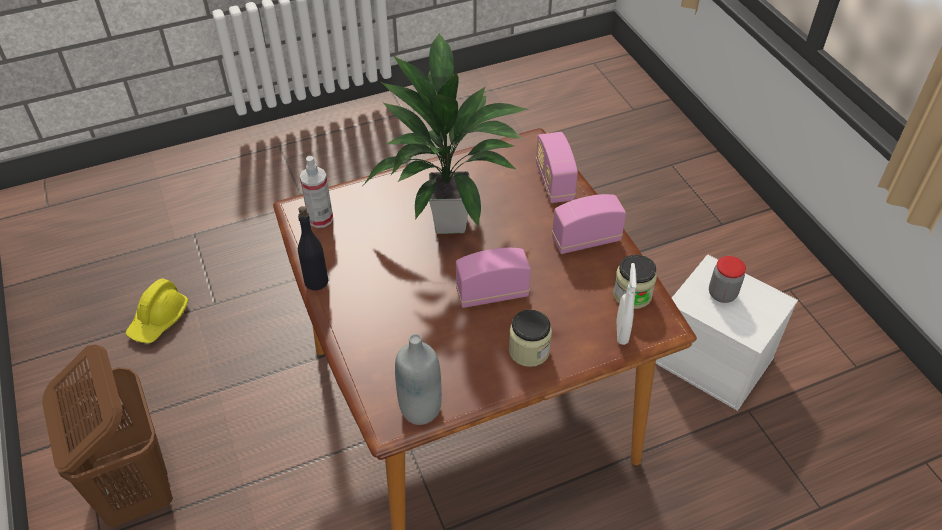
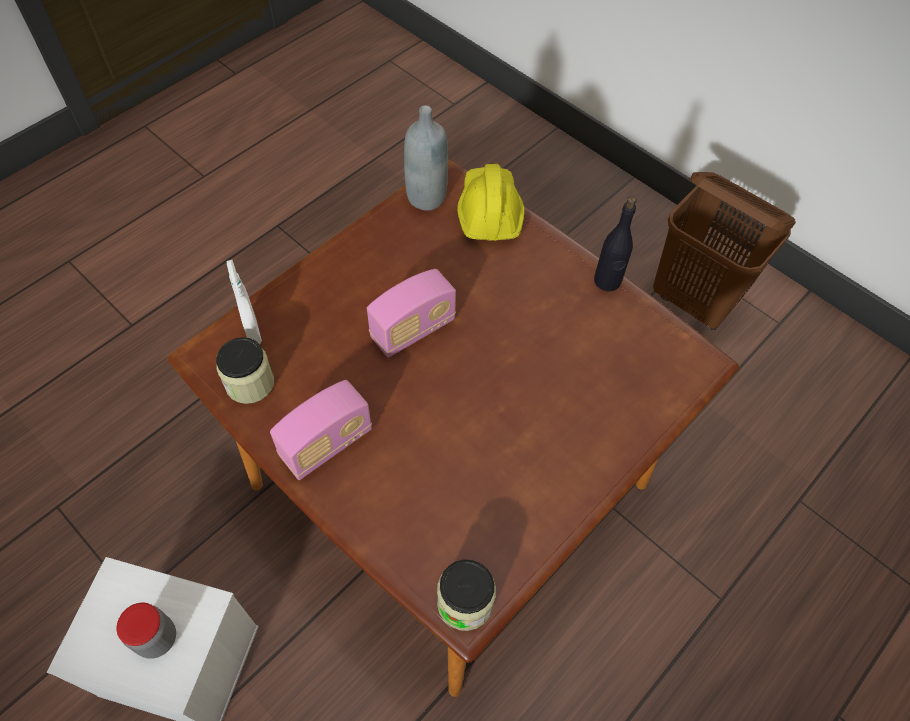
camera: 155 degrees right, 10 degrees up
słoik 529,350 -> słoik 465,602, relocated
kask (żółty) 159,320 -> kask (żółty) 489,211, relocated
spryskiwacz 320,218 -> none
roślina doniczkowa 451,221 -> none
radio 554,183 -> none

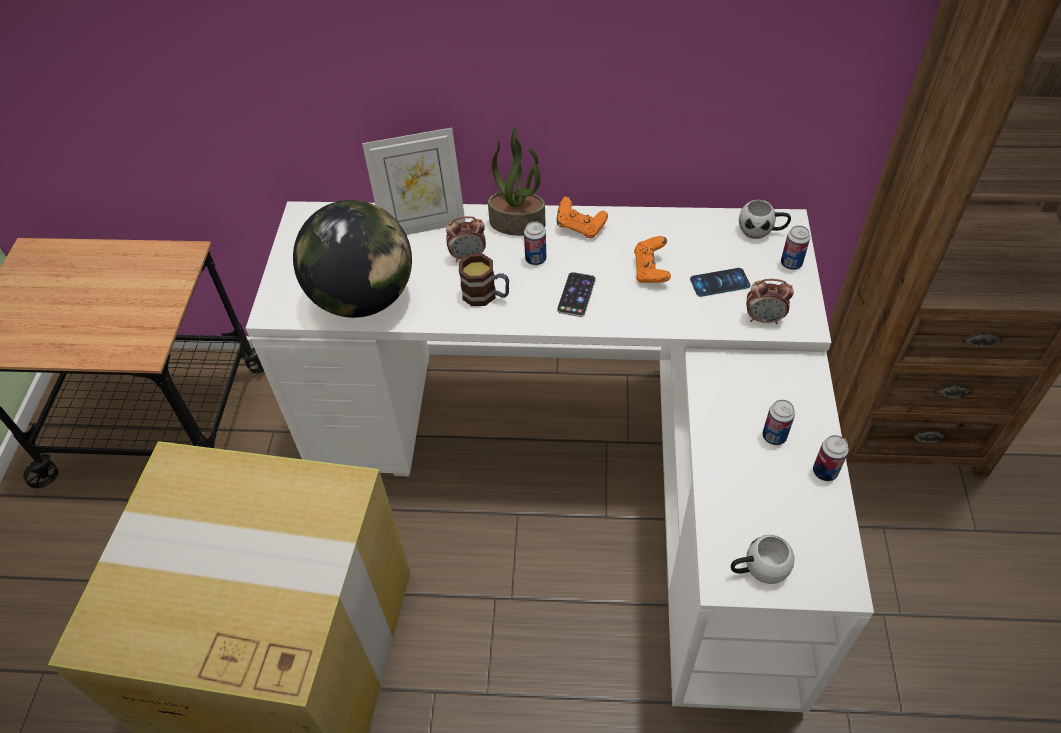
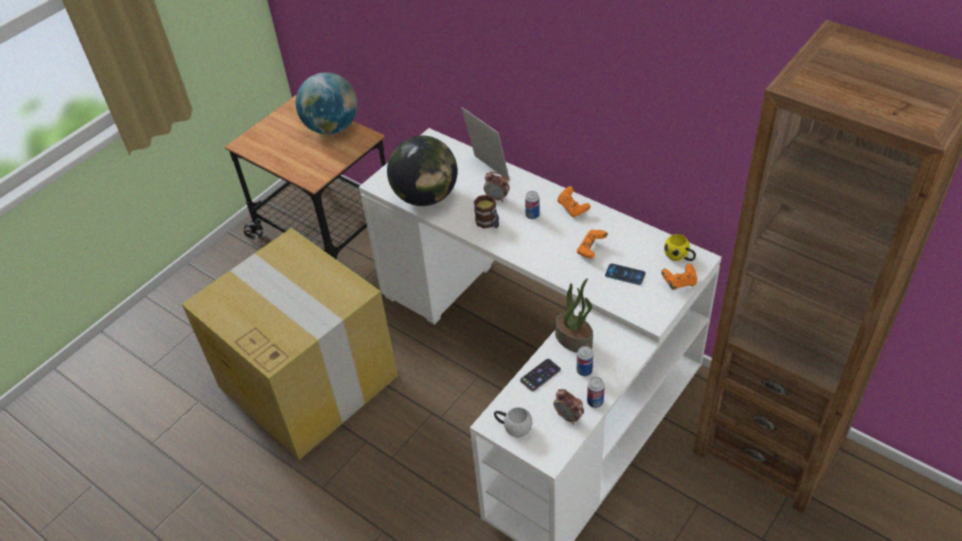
camera: 35 degrees right, 5 degrees down
none -> globus 332,128
ramka na zdjęcie 423,225 -> ramka na zdjęcie 487,170, 150 degrees counterclockwise
telefon 576,294 -> telefon 540,375, relocated
budzik 764,318 -> budzik 568,417, relocated
roślina doniczkowa 518,222 -> roślina doniczkowa 574,339, relocated
puszka 791,263 -> pad do gier (pomarańczowy) 679,283
kubek (biały) 761,231 -> kubek (żółty) 679,257

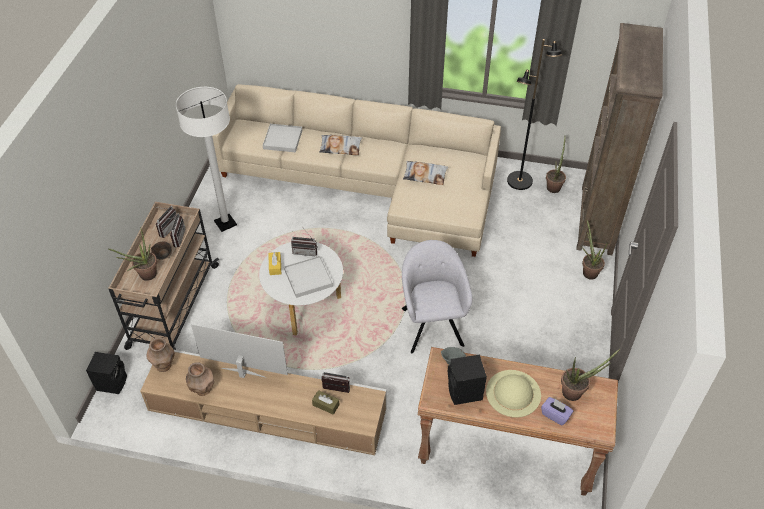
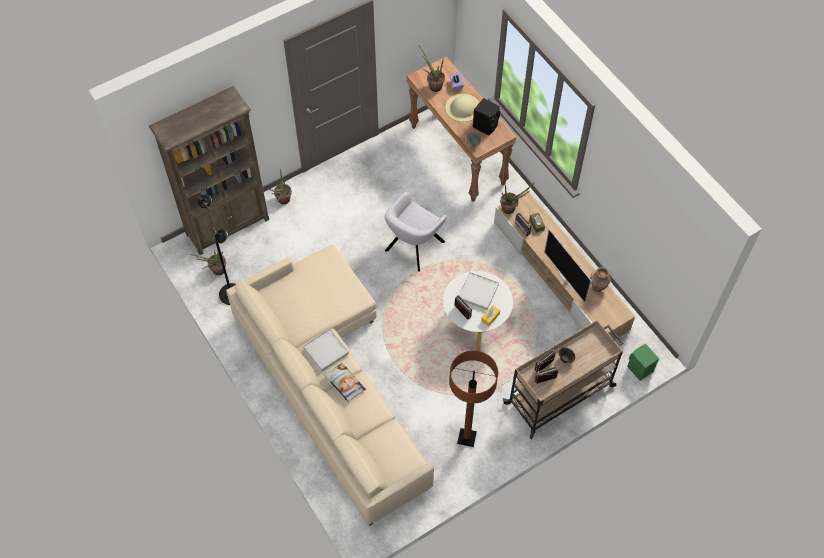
camera: 135 degrees left, 10 degrees up
taca (biały) 282,139 -> taca (biały) 326,351, relocated
lampa stojąca (biały) 225,223 -> lampa stojąca (brązowy) 466,438
roślina doniczkowa 144,276 -> roślina doniczkowa 511,209, relocated
głośnik (czarny) 112,382 -> głośnik (zielony) 639,369
wazon (brązowy) 164,366 -> none
poduszka 425,175 -> none

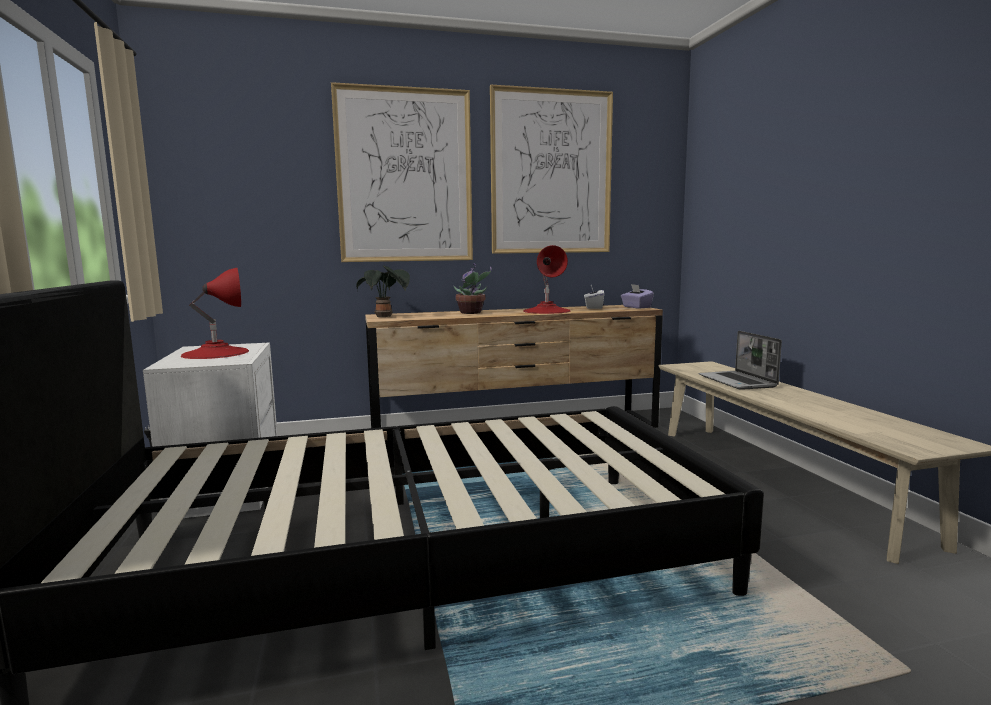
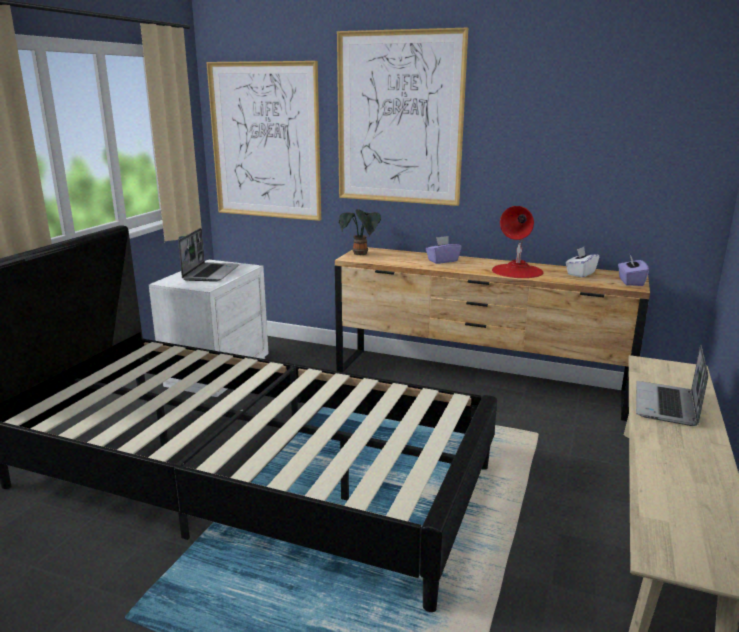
camera: 35 degrees right, 10 degrees up
lampa stołowa (czerwony) 215,353 -> laptop 211,273
obraz 551,173 -> obraz 265,141, relocated
roślina doniczkowa 471,313 -> pudełko chusteczek (fioletowy) 442,261

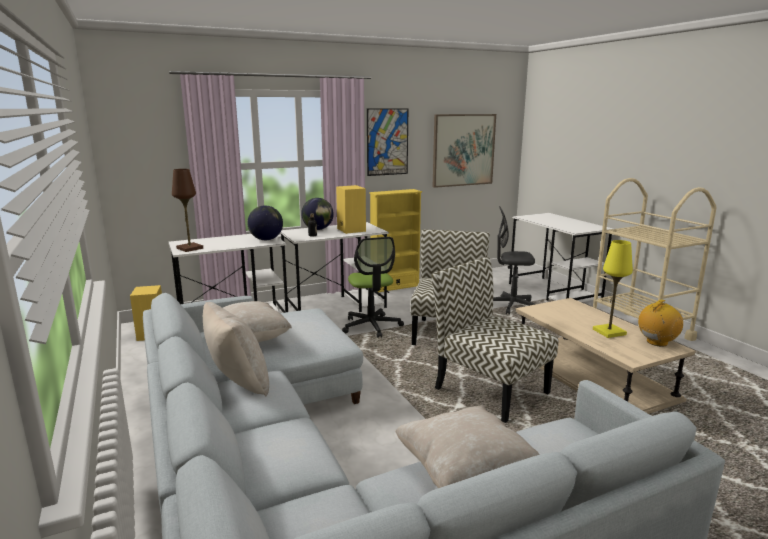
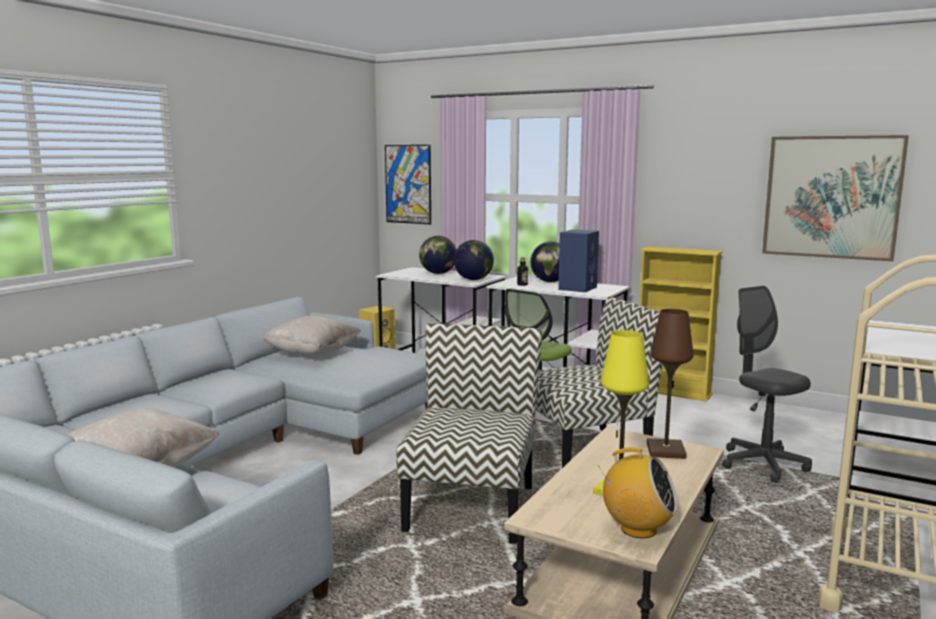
camera: 55 degrees right, 5 degrees down
obraz 387,142 -> obraz 408,184, relocated
none -> globus 438,273
głośnik (żółty) 350,230 -> głośnik (niebieski) 577,288
lampa stołowa (brązowy) 189,248 -> lampa stołowa (brązowy) 665,451, relocated
poduszka (beżowy) 238,382 -> none

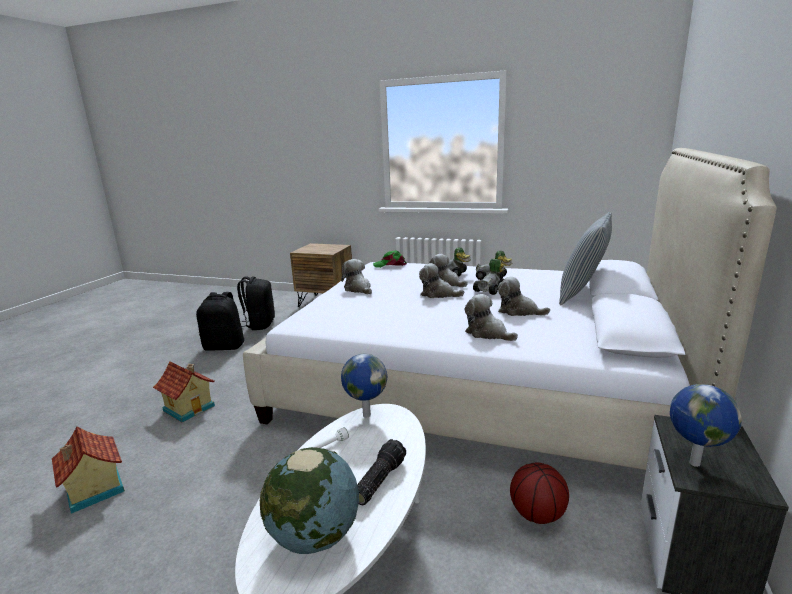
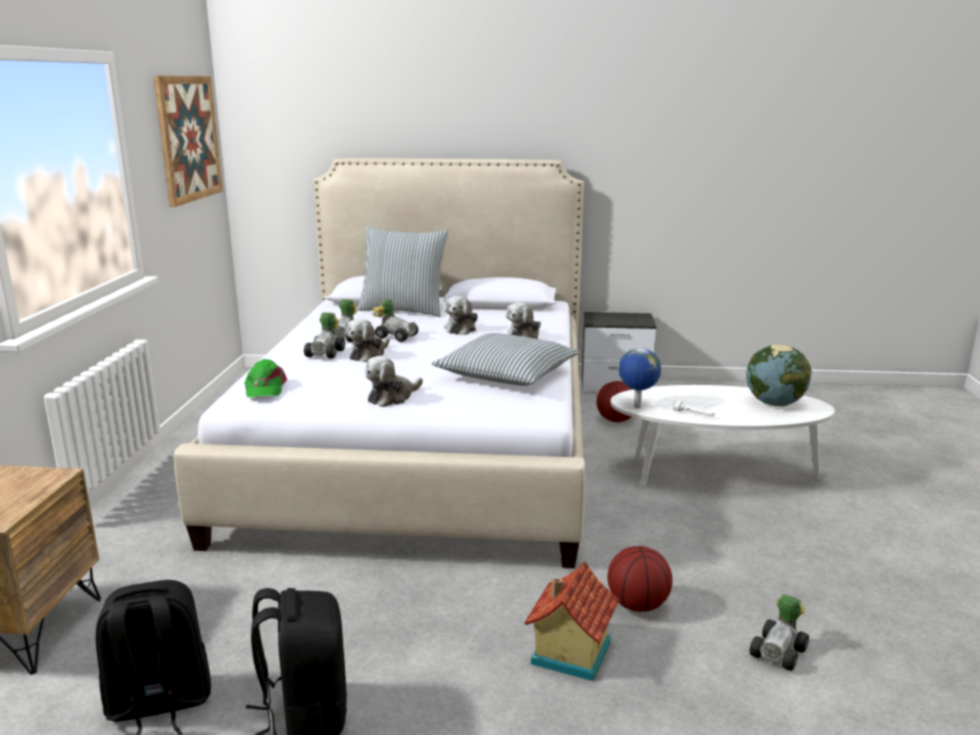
camera: 105 degrees left, 0 degrees up
none -> obraz 188,138
none -> poduszka 507,374
none -> piłka do koszykówki 637,605
domek 93,490 -> samochodzik 781,651
latarka 378,480 -> none
pluszak 438,294 -> none
globus 693,463 -> none

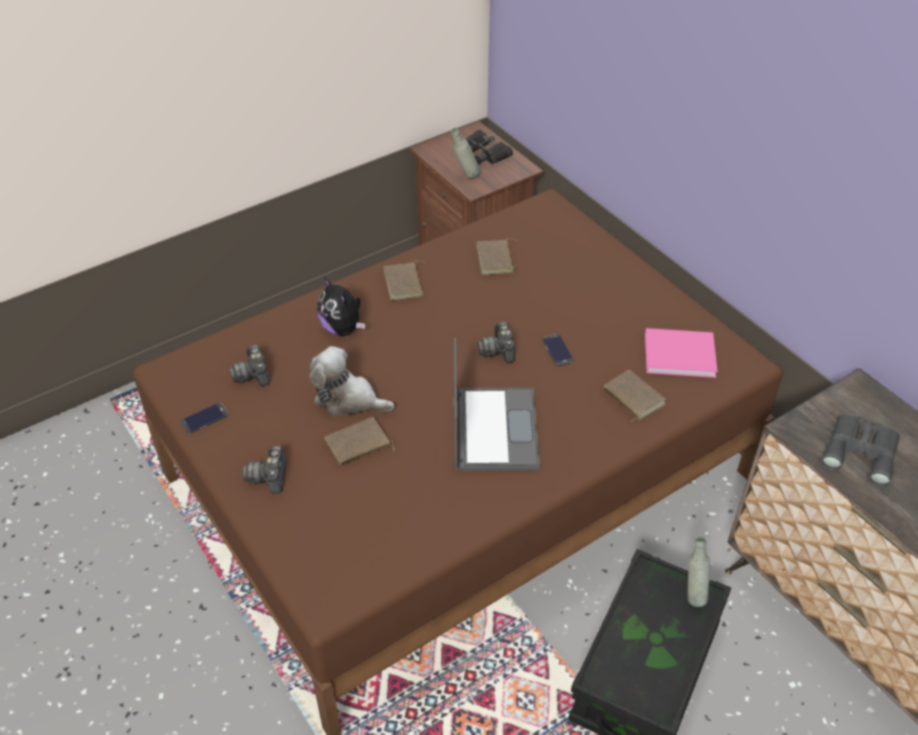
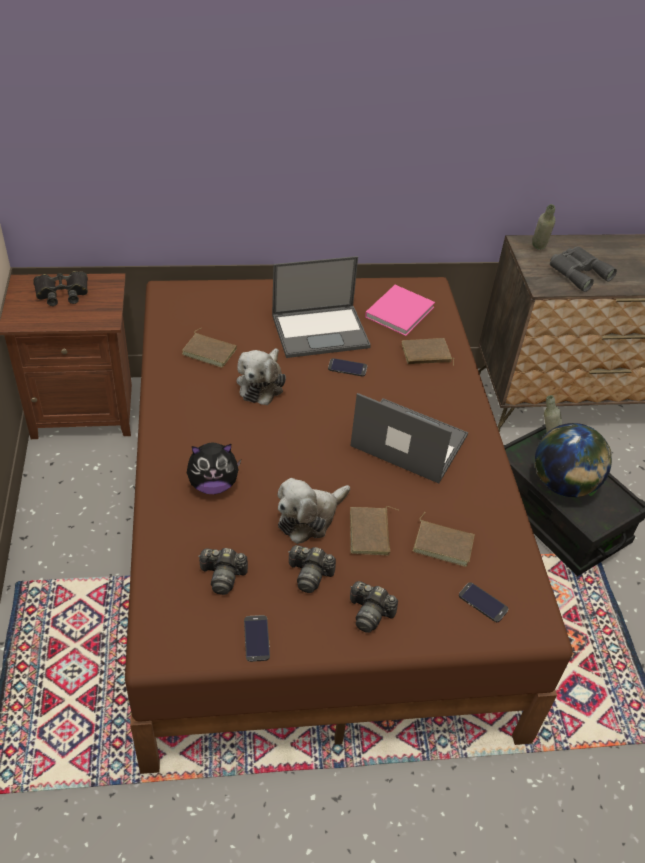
camera: 65 degrees left, 0 degrees up
none -> pluszak 261,384
none -> laptop 321,331
aparat fotograficzny 498,350 -> aparat fotograficzny 310,575, relocated
książka (brązowy) 405,284 -> książka (brązowy) 444,543, relocated
none -> telefon 483,602
butelka (szary) 465,177 -> butelka (szary) 538,250, relocated
none -> globus 563,484

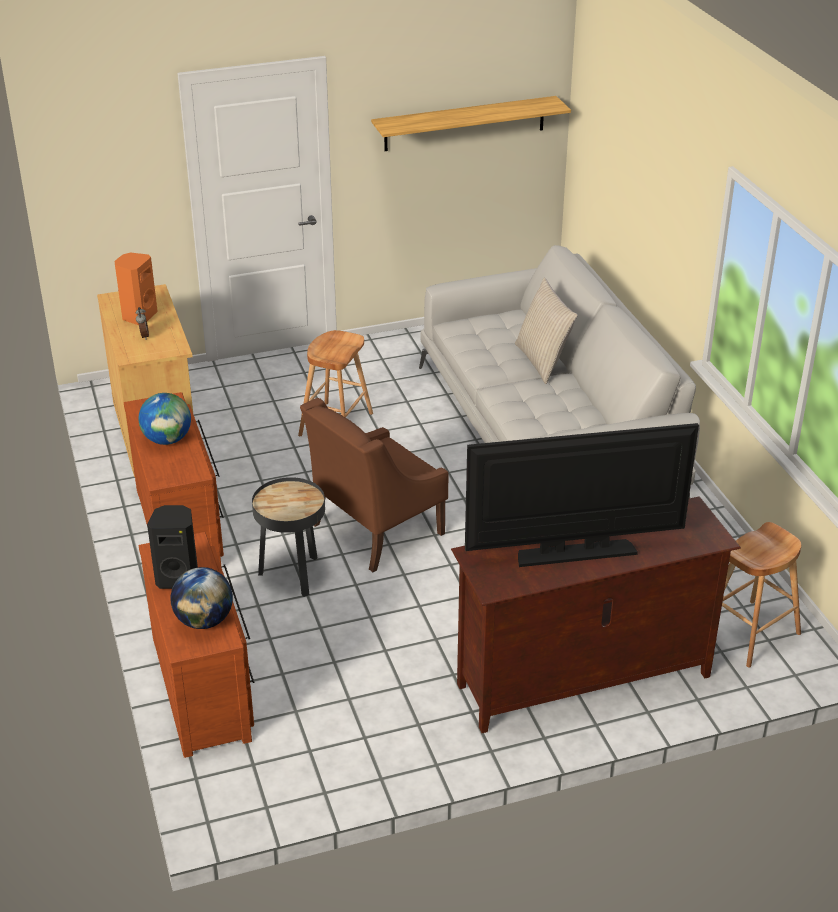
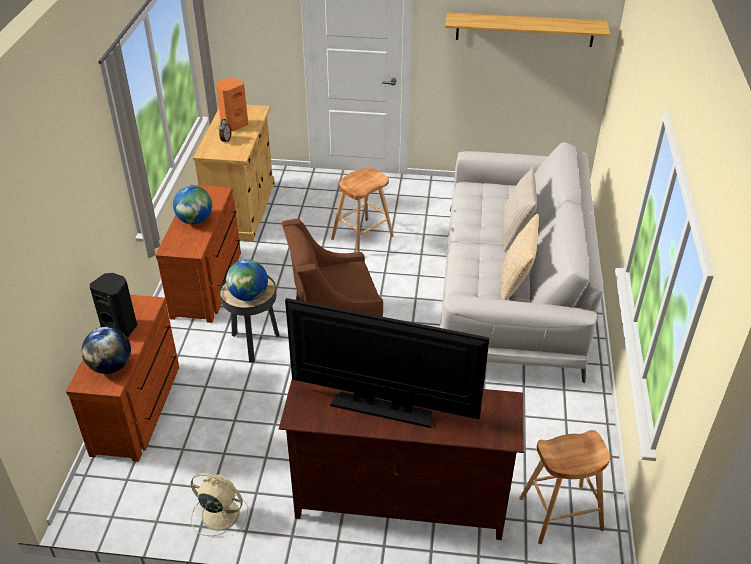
camera: 25 degrees right, 5 degrees up
none -> wentylator (beżowy) 219,514
none -> globus 249,296
none -> poduszka (beżowy) 516,282

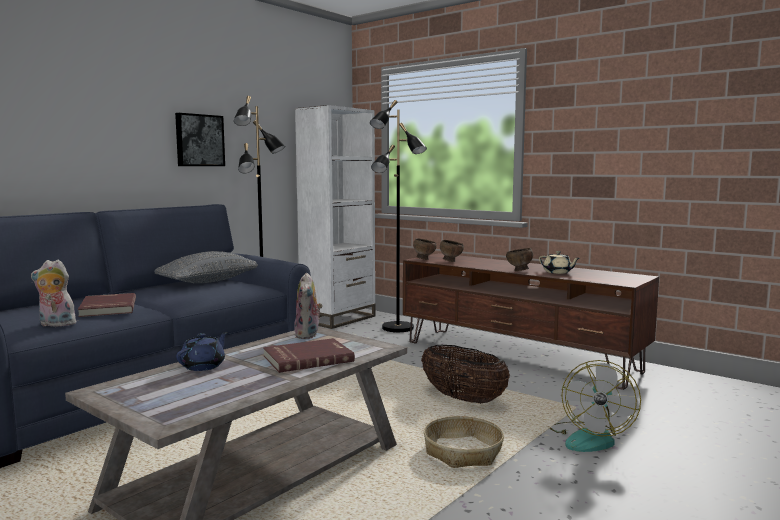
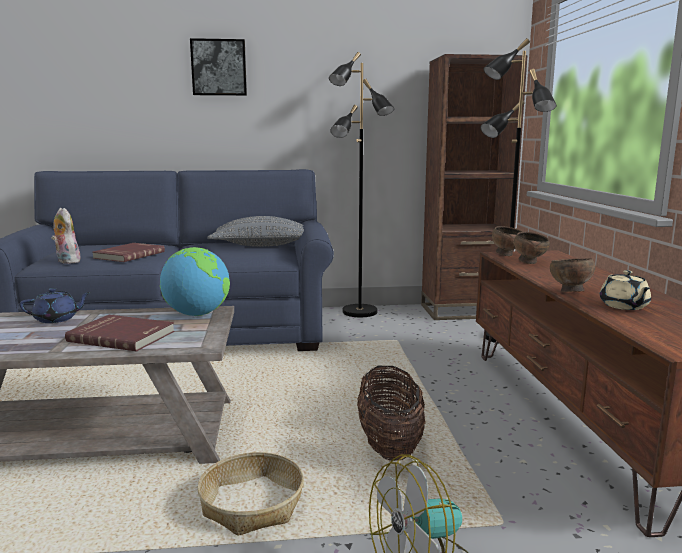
camera: 45 degrees right, 5 degrees up
pluszak 308,335 -> globus 197,314
obraz 199,140 -> obraz 219,67, relocated
regał (biały) 338,319 -> regał (brązowy) 463,311

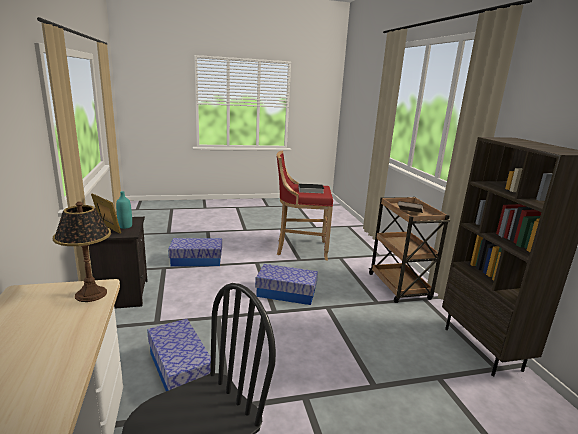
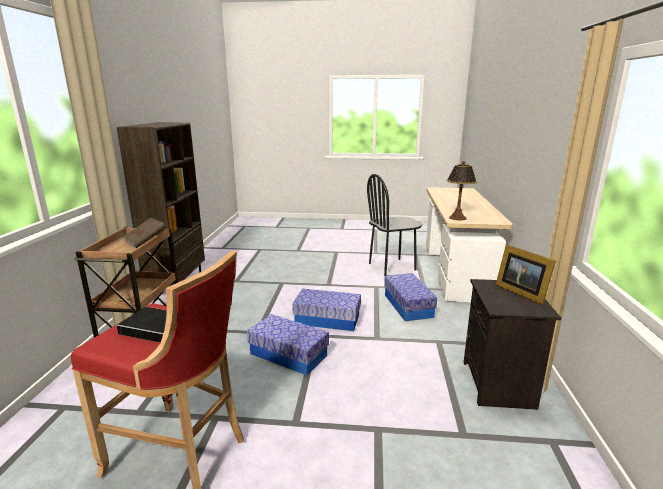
camera: 160 degrees left, 0 degrees up
pojemnik do przechowywania 196,260 -> pojemnik do przechowywania 327,319, relocated
butelka (turkusowy) 125,226 -> none

